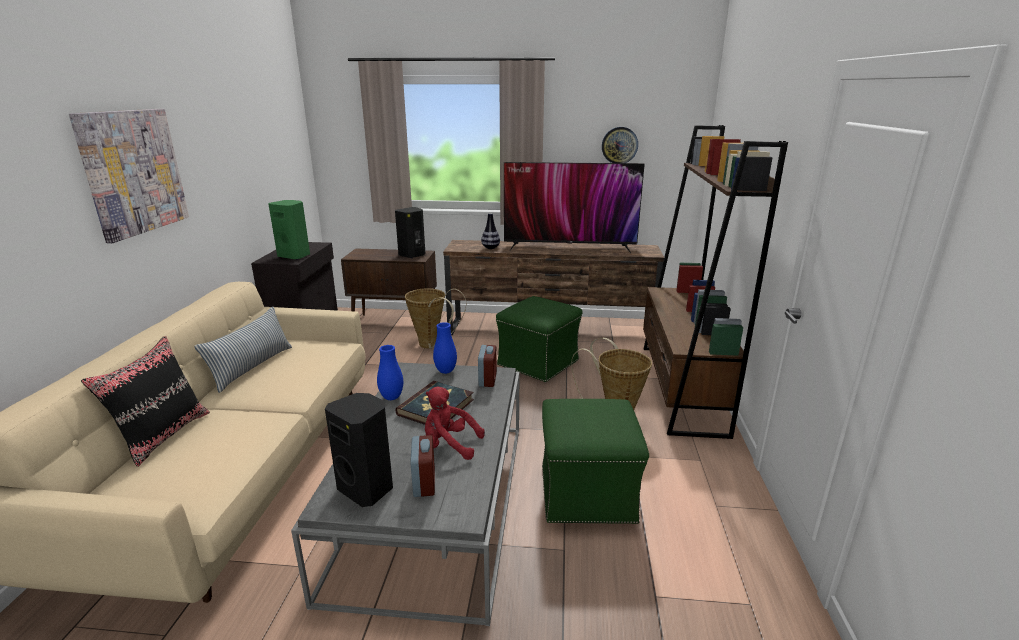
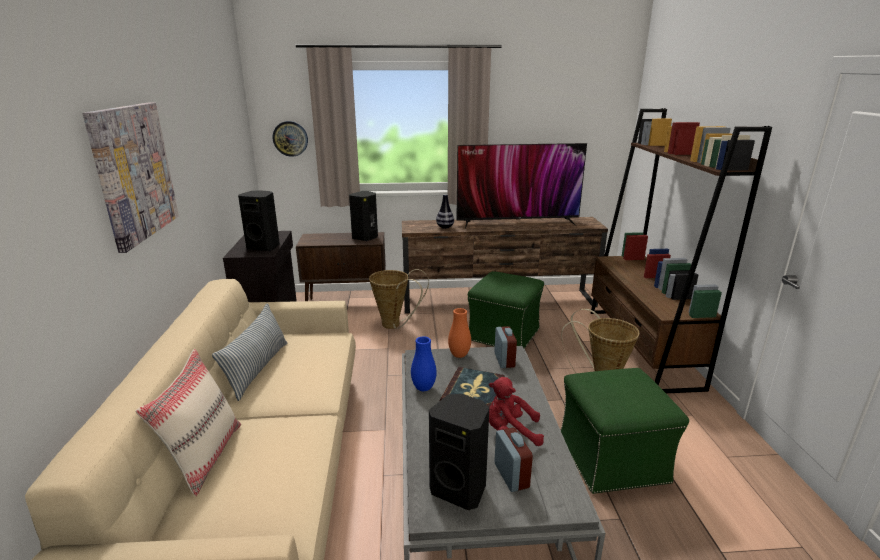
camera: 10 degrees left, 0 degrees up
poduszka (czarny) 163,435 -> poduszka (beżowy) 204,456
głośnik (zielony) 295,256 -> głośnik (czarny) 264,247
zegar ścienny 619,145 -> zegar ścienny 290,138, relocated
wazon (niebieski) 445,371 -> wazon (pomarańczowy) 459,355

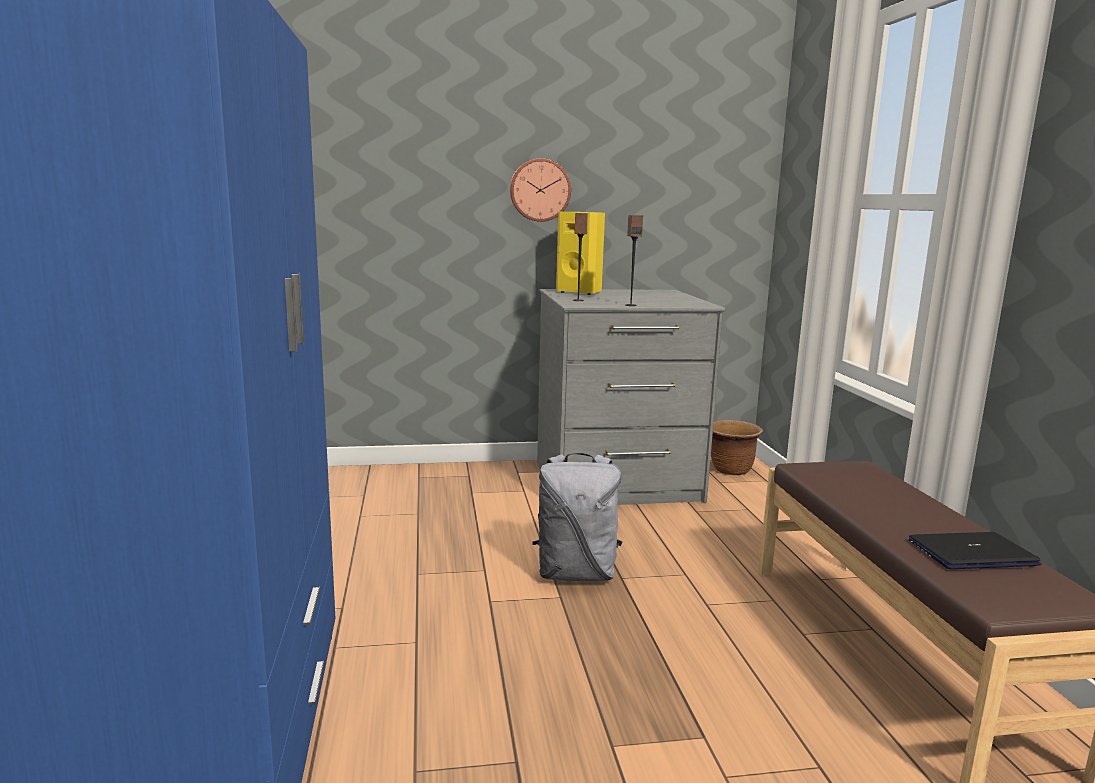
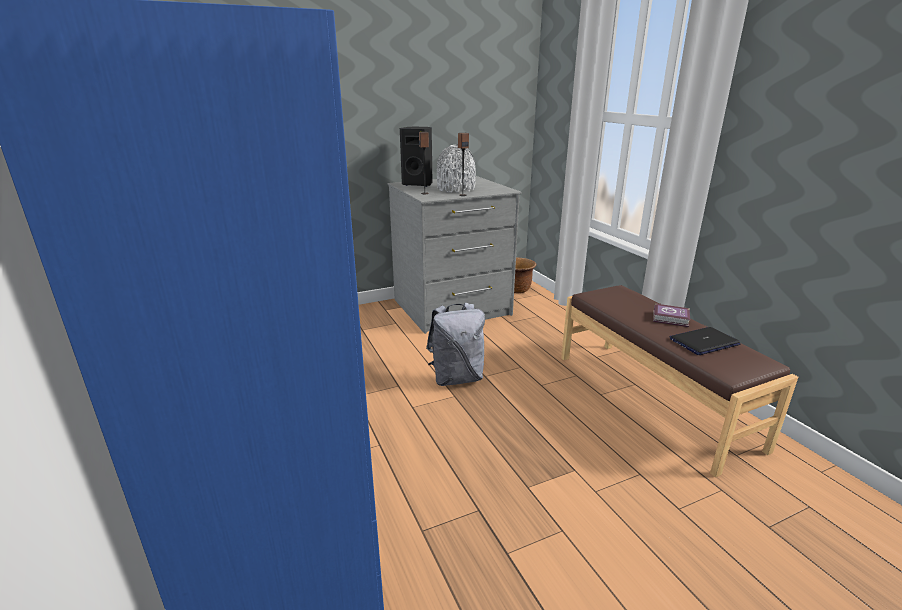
camera: 15 degrees left, 10 degrees up
głośnik (żółty) 580,292 -> głośnik (czarny) 418,184
none -> wazon (szary) 456,189
none -> książka 671,319
zegar ścienny 540,190 -> none

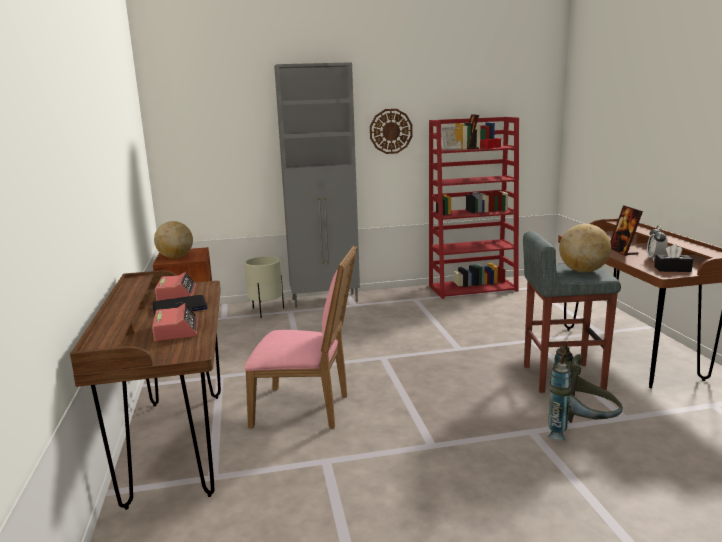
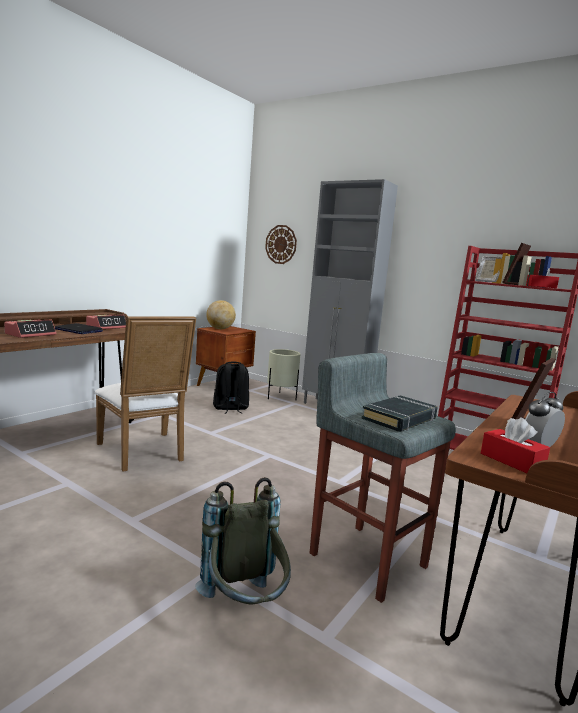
camera: 45 degrees right, 5 degrees down
krzesło (różowy) 307,409 -> krzesło (biały) 144,453
none -> plecak (czarny) 230,408
zegar ścienny 391,131 -> zegar ścienny 281,244, relocated
globus 583,271 -> książka (czarny) 400,419
pudełko chusteczek (czarny) 672,269 -> pudełko chusteczek (czerwony) 512,461

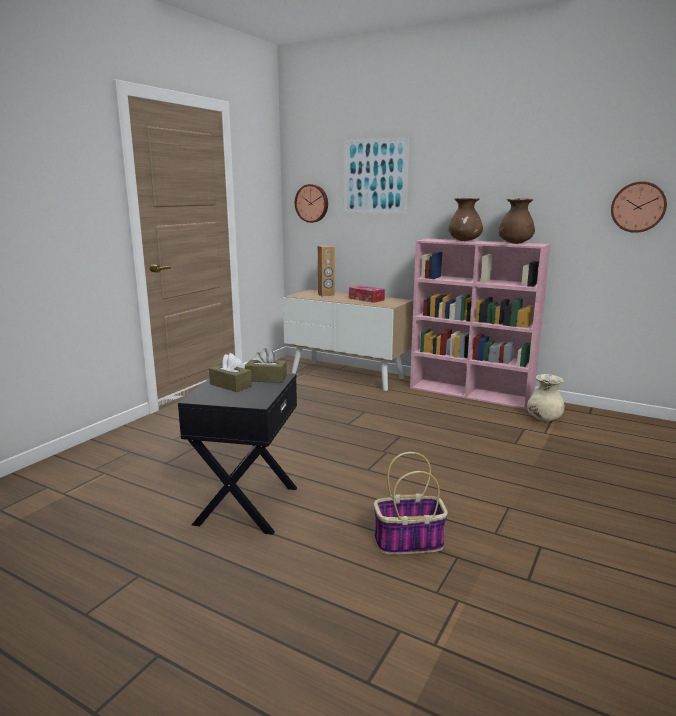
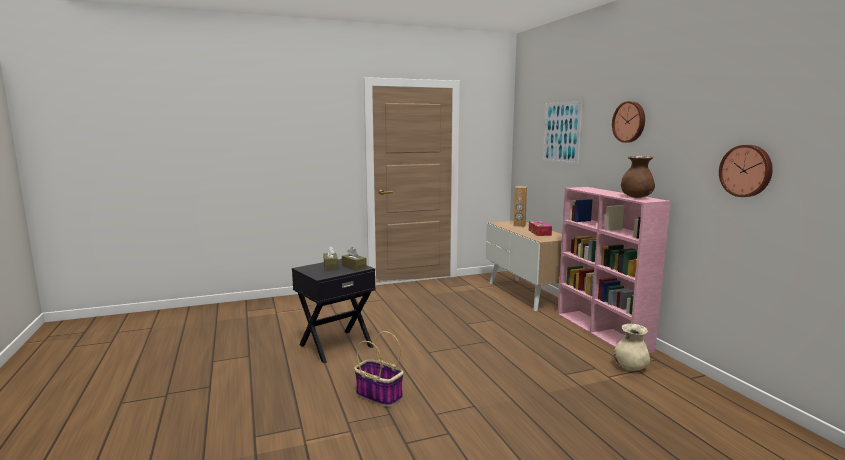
camera: 40 degrees right, 5 degrees down
zegar ścienny 312,203 -> zegar ścienny 630,122, relocated
wazon (brązowy) 464,241 -> none

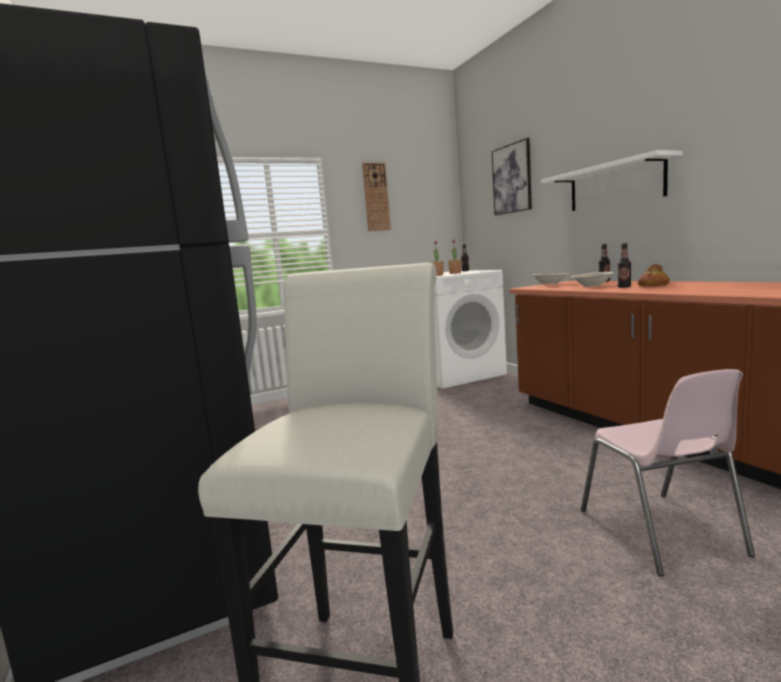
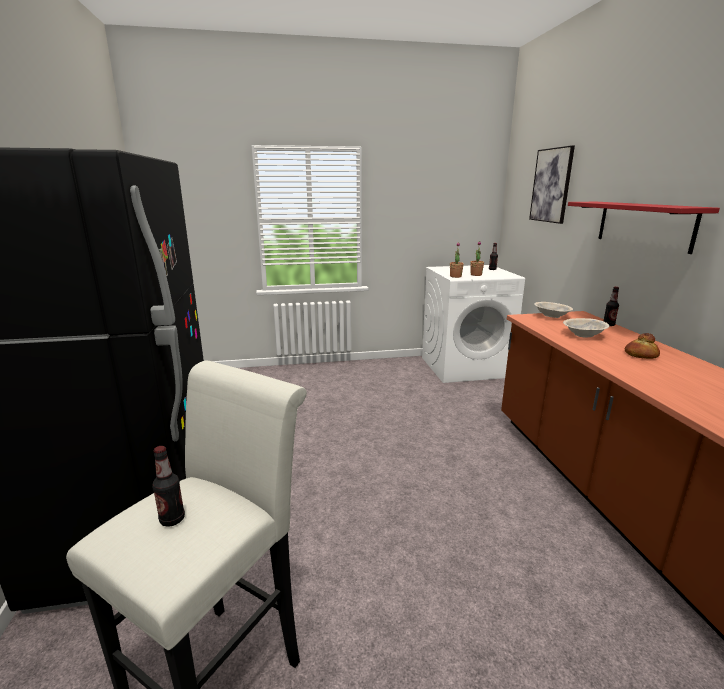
camera: 15 degrees right, 10 degrees up
butelka 624,287 -> butelka 172,519, relocated
półka (biały) 615,185 -> półka (czerwony) 644,225
zegar ścienny 376,197 -> none
krzesło (różowy) 661,532 -> none

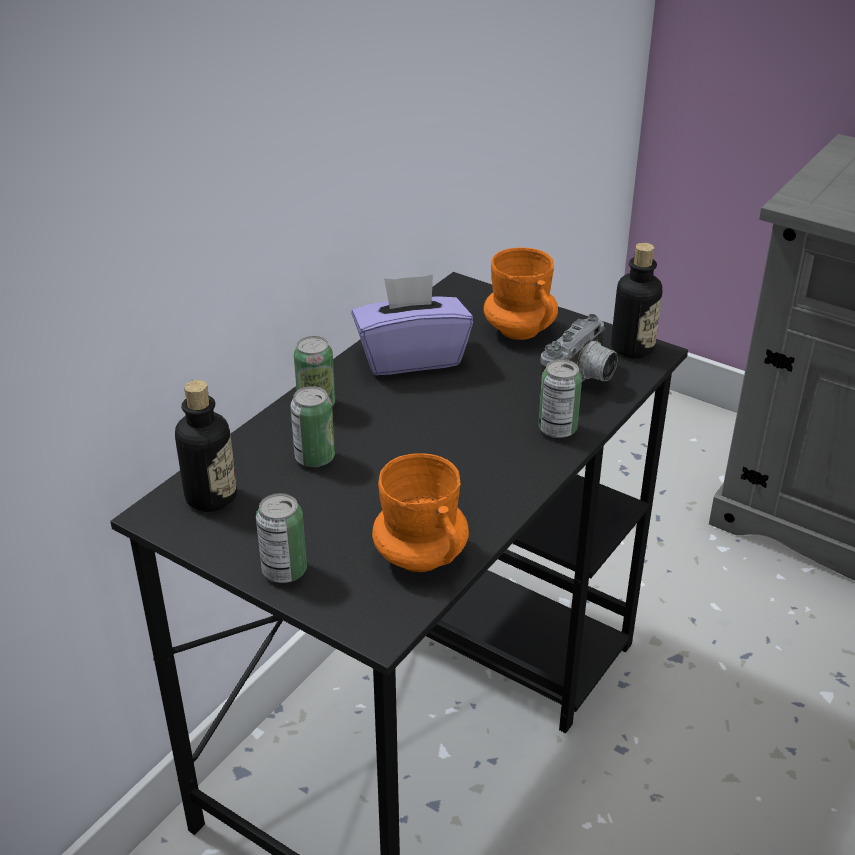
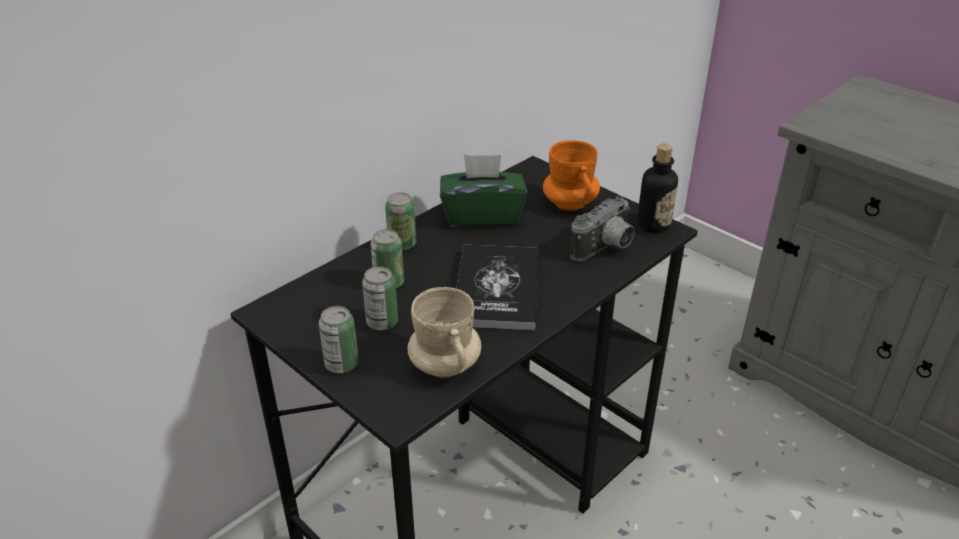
camera: 10 degrees right, 0 degrees up
puszka 557,429 -> puszka 382,322, relocated
kubek (pomarańczowy) 421,556 -> kubek (beżowy) 445,365
pudełko chusteczek (fioletowy) 411,357 -> pudełko chusteczek (zielony) 482,216
none -> książka 497,288
butelka 211,497 -> none

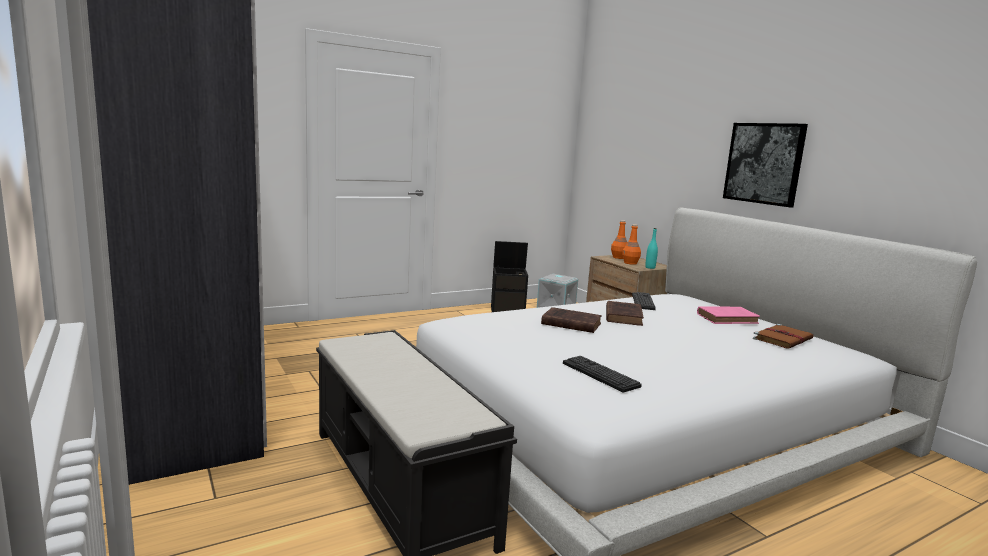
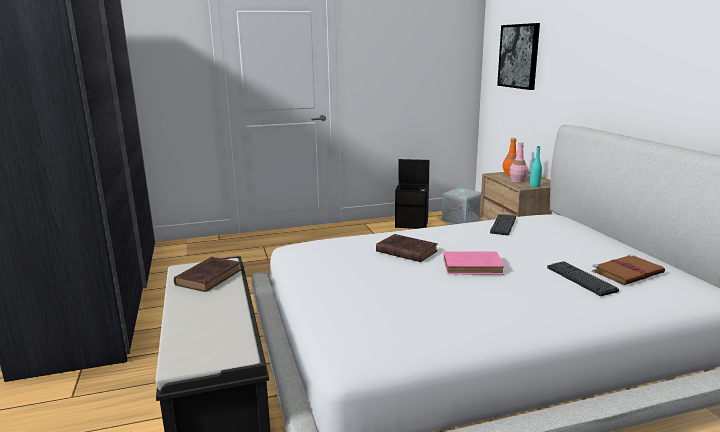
camera: 15 degrees right, 5 degrees up
książka (brązowy) 623,316 -> książka (brązowy) 210,277, relocated
książka (różowy) 728,319 -> książka (różowy) 474,266, relocated
obraz 764,163 -> obraz 519,56, relocated
butelka (pomarańczowy) 630,263 -> butelka (różowy) 518,181
klawiatura 600,374 -> klawiatura 581,279, relocated

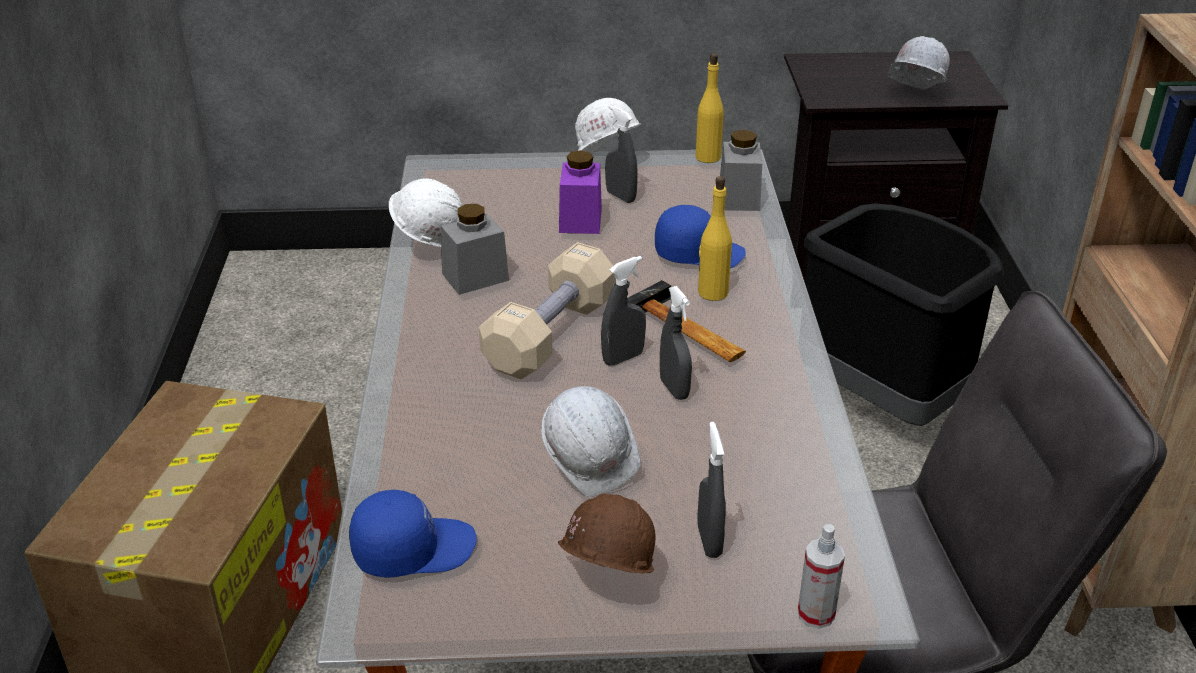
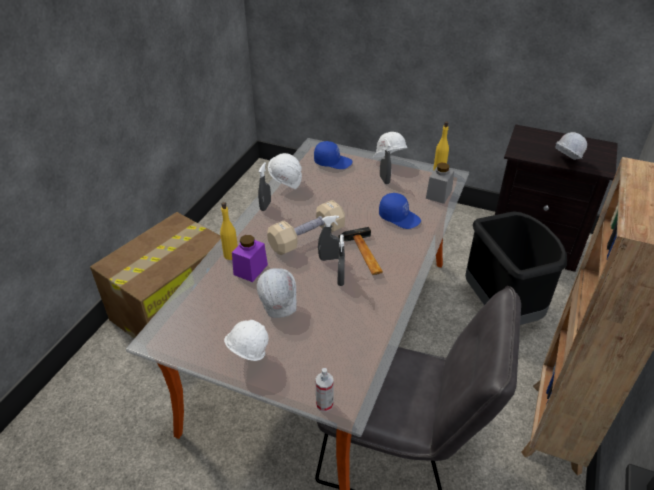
camera: 25 degrees right, 5 degrees up
butelka (żółty) 712,292 -> butelka (żółty) 231,255, relocated
kask (brązowy) 603,585 -> kask (biały) 248,358
słoik (fioletowy) 580,220 -> słoik (fioletowy) 250,269, relocated
spryskiwacz (szary) 709,541 -> spryskiwacz (szary) 265,206, relocated
czapka z daszkiem (niebieski) 413,548 -> czapka z daszkiem (niebieski) 332,162, relocated
słoik (szary) 475,277 -> none

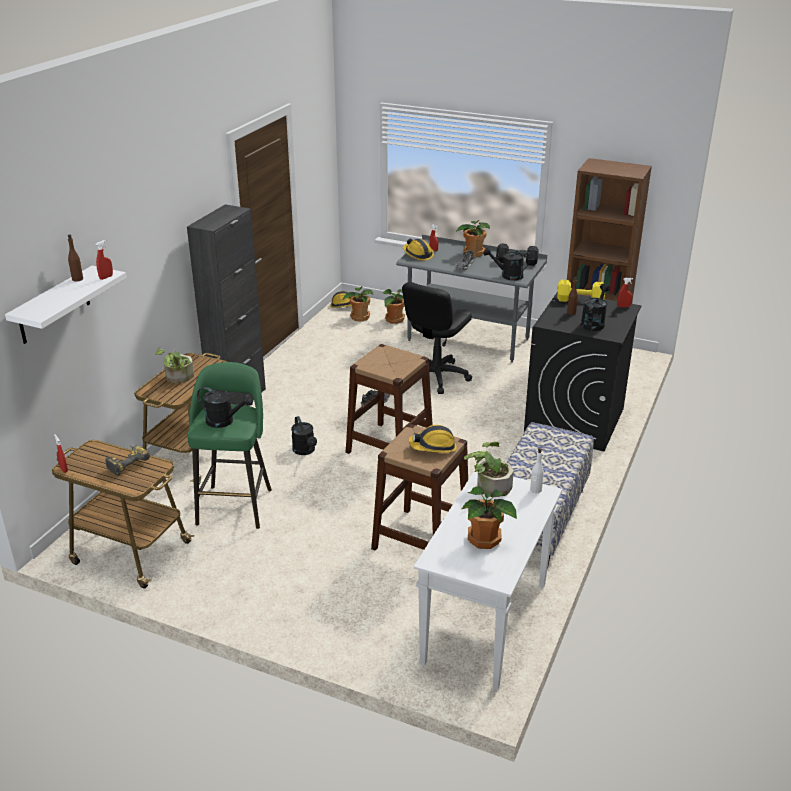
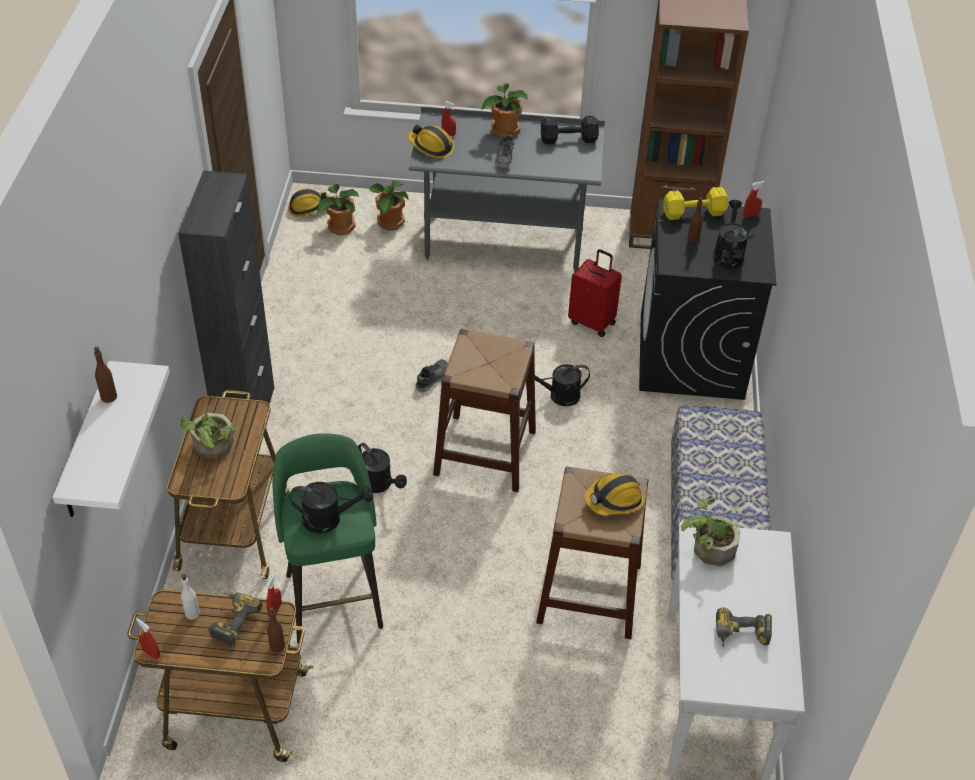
camera: 20 degrees left, 15 degrees up
butelka (biały) 535,490 -> butelka (biały) 192,613, relocated
spryskiwacz (czerwony) 106,277 -> spryskiwacz (czerwony) 275,610, relocated
none -> butelka (brązowy) 277,646
konewka (czarny) 507,276 -> konewka (czarny) 559,396, relocated
none -> walizka (czerwony) 592,322
roślina doniczkowa 485,540 -> wiertarka 741,637
krzesło biurowe (czarny) 436,376 -> none

